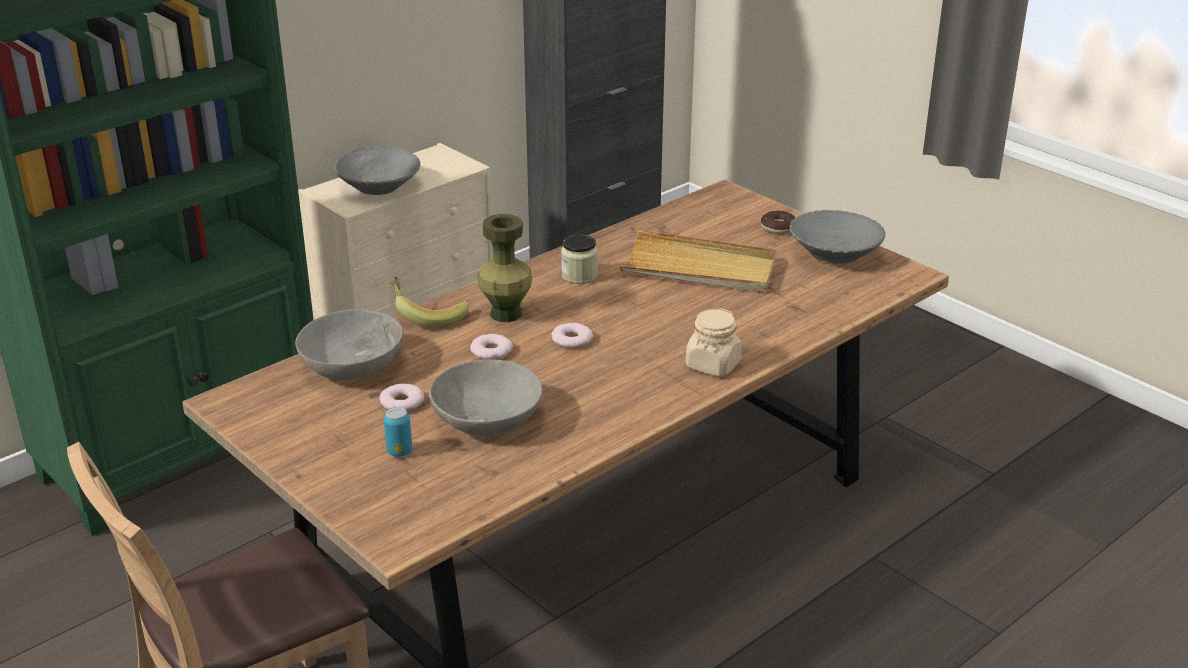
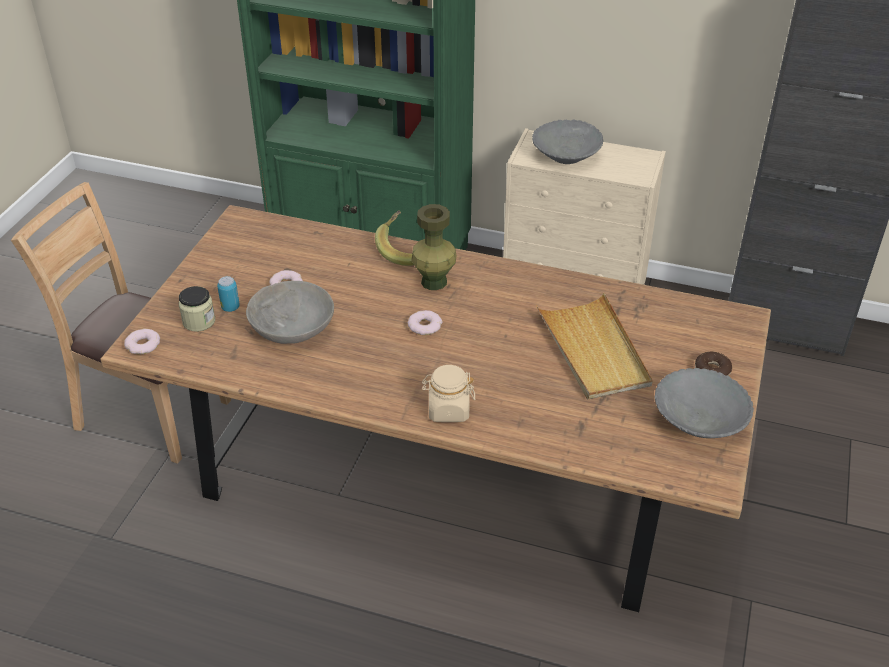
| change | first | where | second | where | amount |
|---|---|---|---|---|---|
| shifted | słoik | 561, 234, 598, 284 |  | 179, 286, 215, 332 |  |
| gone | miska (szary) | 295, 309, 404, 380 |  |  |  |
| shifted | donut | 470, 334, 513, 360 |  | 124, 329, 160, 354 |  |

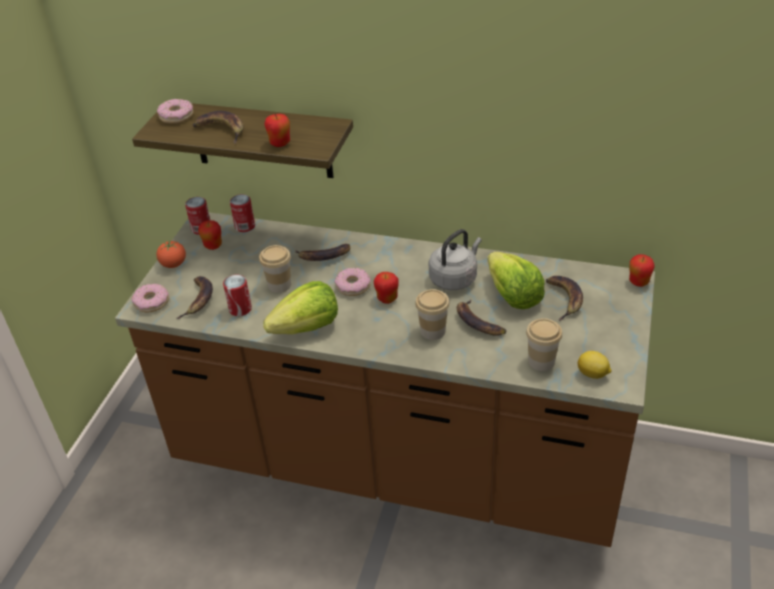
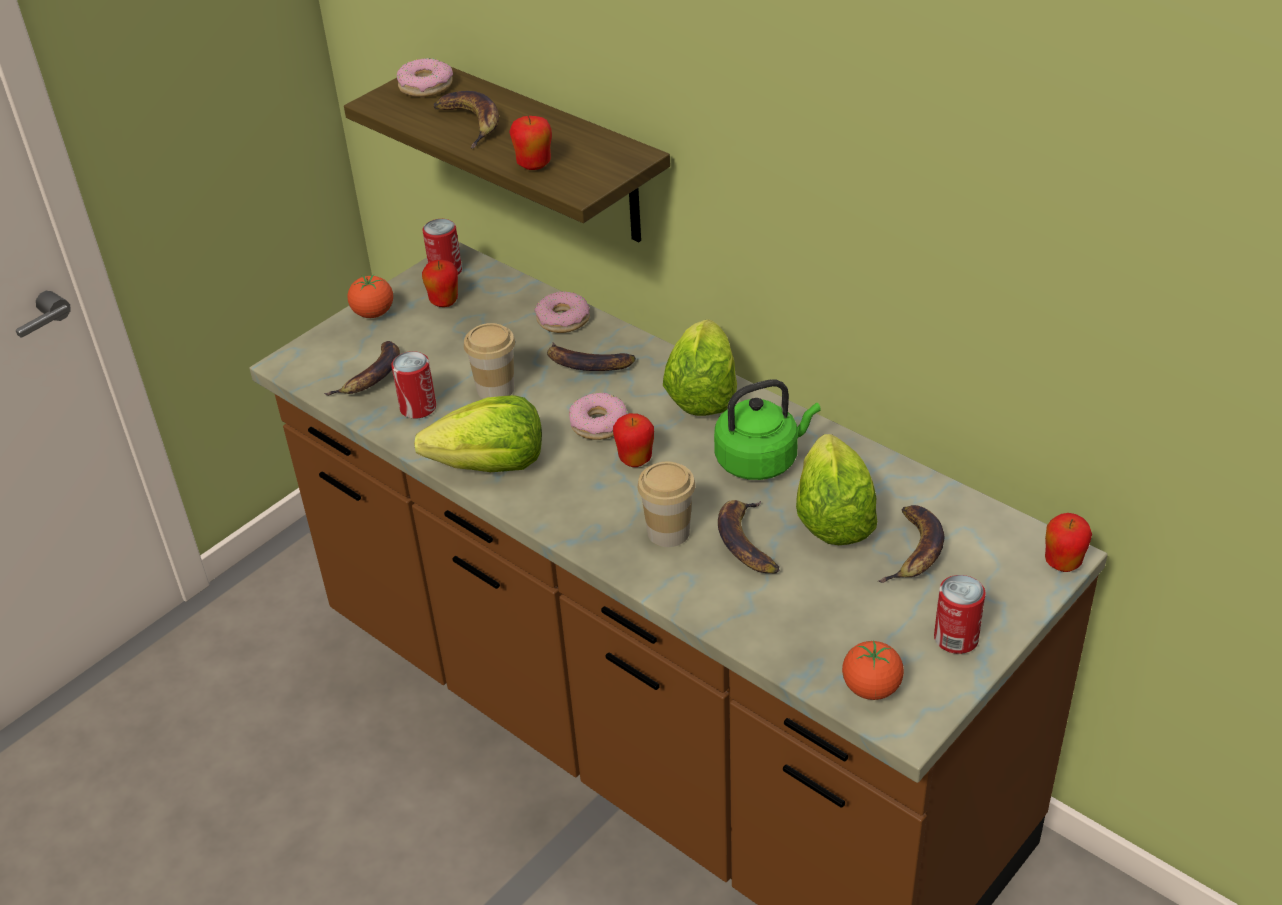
| change | first | where | second | where | amount |
|---|---|---|---|---|---|
| shifted | puszka | 230, 194, 255, 232 |  | 934, 575, 986, 654 |  |
| repainted | czajnik (szary) | 429, 229, 482, 290 | czajnik (zielony) | 714, 379, 821, 480 |  |
| shifted | donut | 132, 284, 169, 312 |  | 534, 291, 590, 333 |  |
| gone | filiżanka | 526, 318, 562, 371 |  |  |  |
| swapped | cytryna | 577, 351, 611, 379 | pomidor | 842, 641, 904, 700 |  |
| new |  |  | sałata | 663, 319, 737, 416 |  |

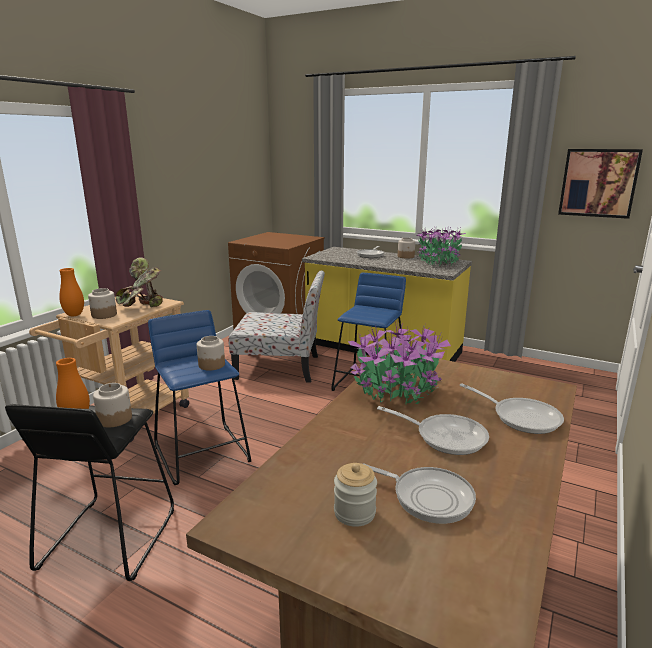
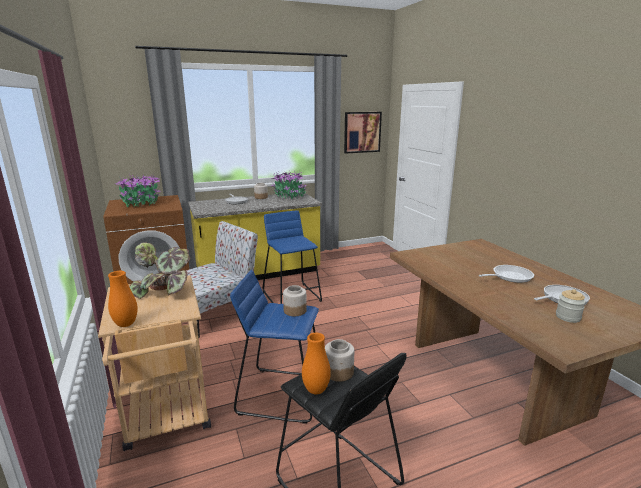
| change | first | where | second | where | amount |
|---|---|---|---|---|---|
| gone | słoik | 88, 288, 117, 319 |  |  |  |
| shifted | roślina doniczkowa | 348, 321, 451, 404 |  | 114, 174, 160, 207 |  |
| gone | patelnia | 459, 383, 564, 434 |  |  |  |

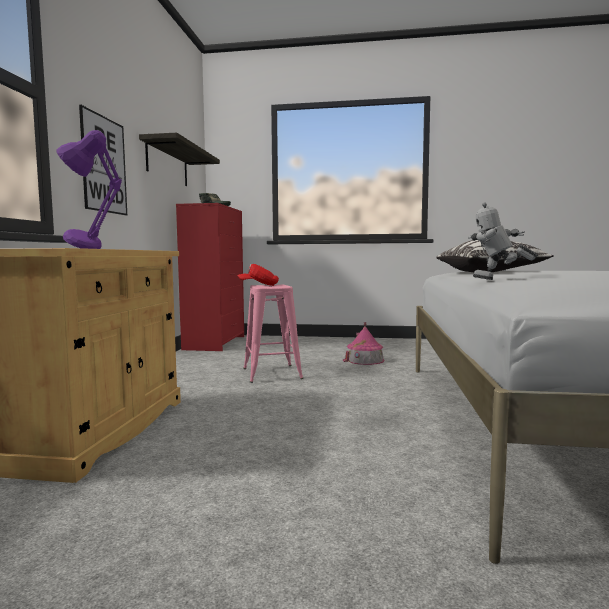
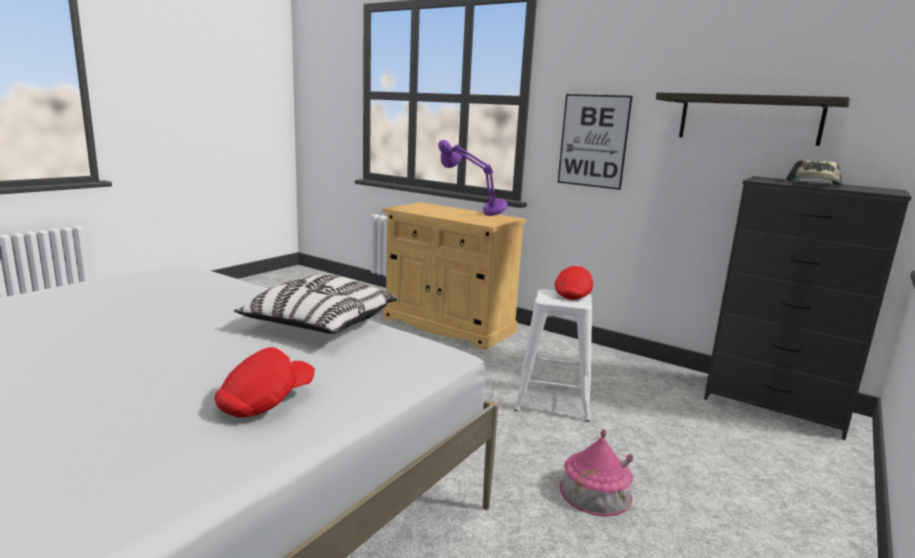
| change | first | where | second | where | amount |
|---|---|---|---|---|---|
| gone | robot zabawkowy | 468, 202, 538, 280 |  |  |  |
| repainted | komoda (czerwony) | 176, 203, 244, 351 | komoda (czarny) | 704, 176, 912, 440 |  |
| repainted | stołek (różowy) | 243, 285, 303, 383 | stołek (biały) | 515, 289, 592, 422 |  |
| new |  |  | czapka z daszkiem (czerwony) | 215, 347, 315, 418 |  |

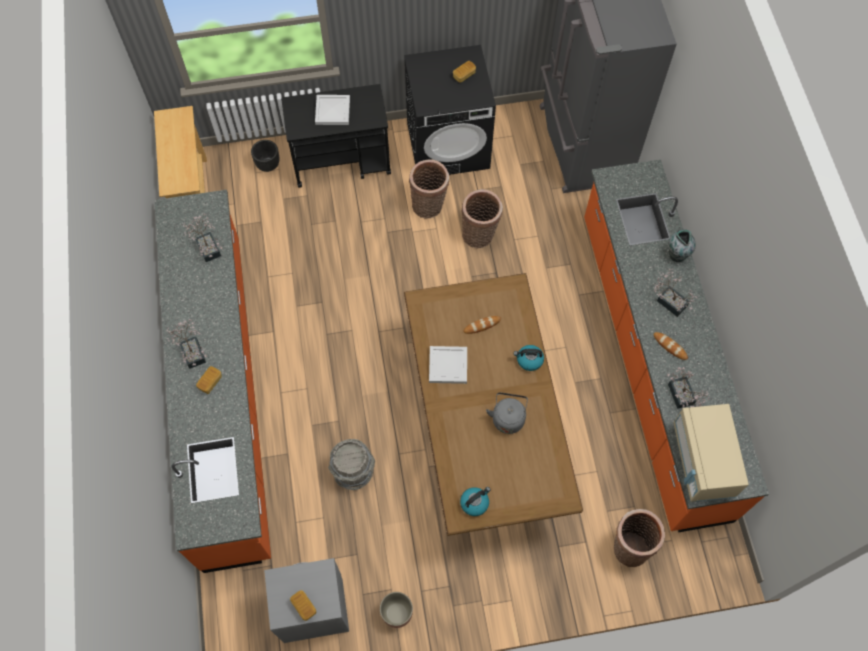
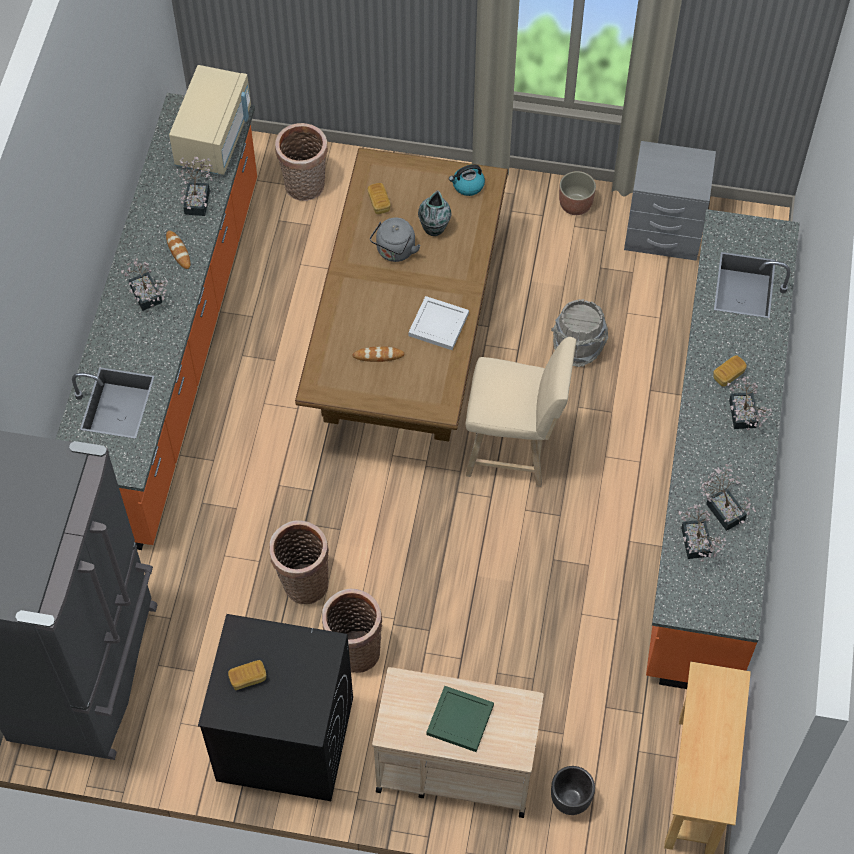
| change | first | where | second | where | amount |
|---|---|---|---|---|---|
| repainted | wózek (czarny) | 281, 84, 391, 188 | wózek (beżowy) | 372, 667, 544, 818 |  |
| repainted | taca (biały) | 315, 95, 350, 125 | taca (zielony) | 426, 686, 494, 752 |  |
| shifted | wazon | 668, 229, 696, 262 |  | 418, 190, 452, 236 |  |
| gone | czajnik | 514, 345, 544, 371 |  |  |  |
| shifted | chleb | 290, 590, 316, 621 |  | 368, 183, 391, 214 |  |
| new |  |  | stołek (beżowy) | 465, 337, 576, 487 |  |
| new |  |  | roślina doniczkowa | 701, 464, 756, 531 |  |

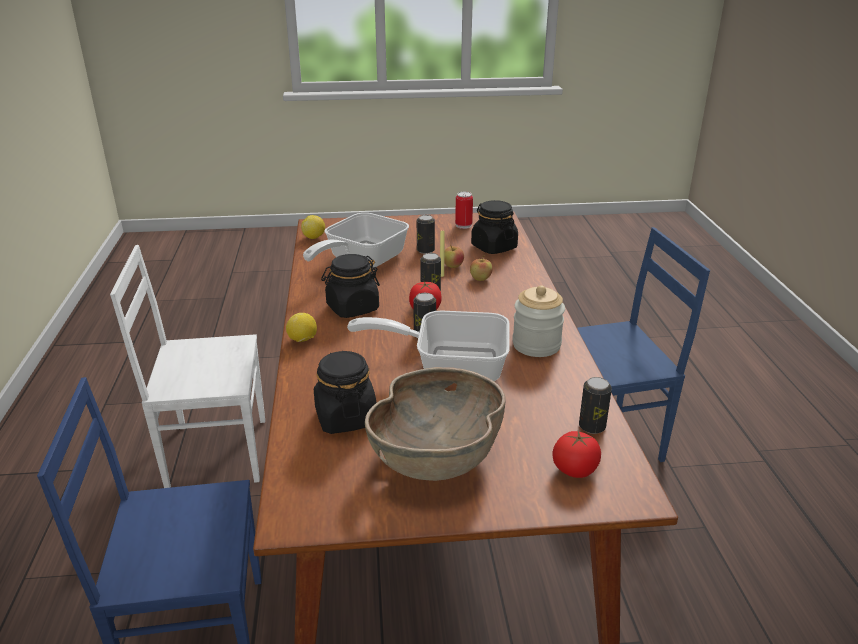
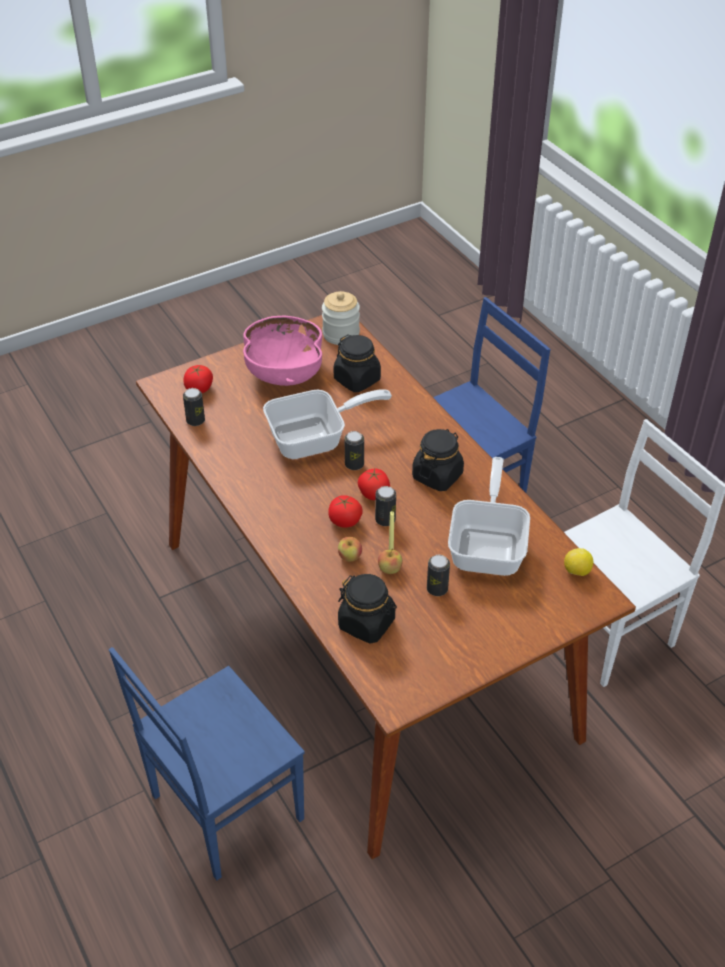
| change | first | where | second | where | amount |
|---|---|---|---|---|---|
| gone | puszka | 455, 192, 473, 229 |  |  |  |
| shifted | słoik | 512, 285, 565, 357 |  | 322, 291, 360, 345 |  |
| gone | cytryna | 286, 313, 317, 342 |  |  |  |
| repainted | miska (brązowy) | 365, 367, 506, 481 | miska (różowy) | 243, 316, 322, 386 |  |
| new |  |  | pomidor | 328, 495, 363, 528 |  |

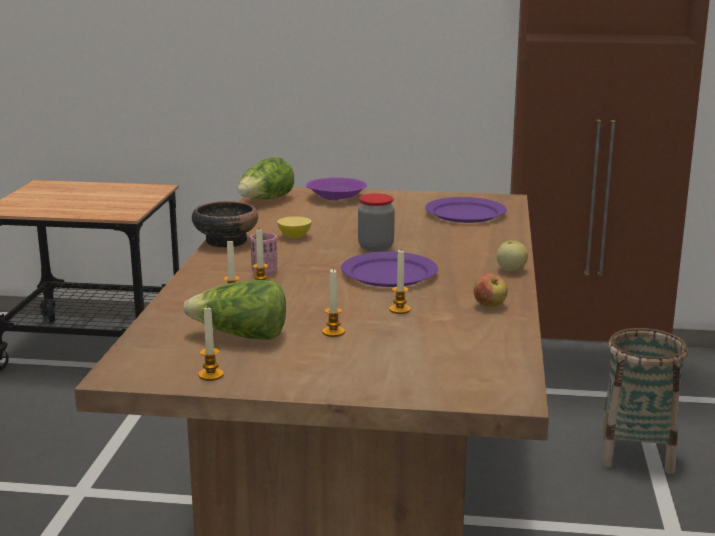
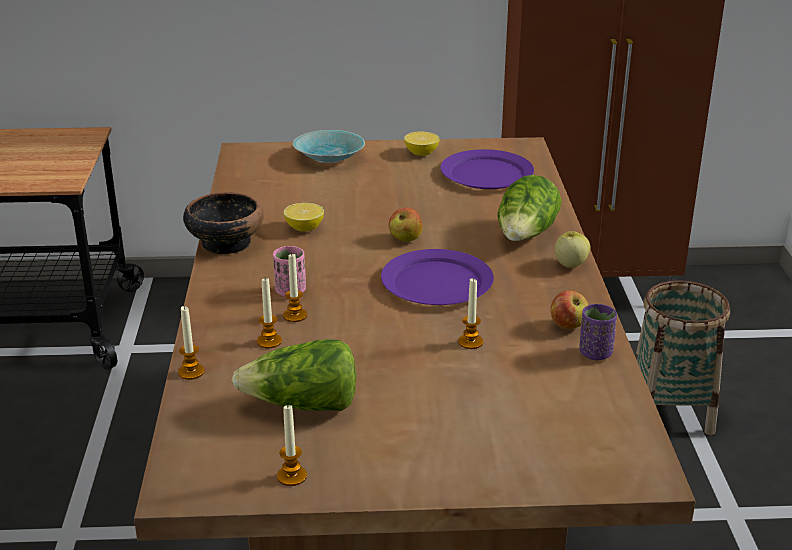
| change | first | where | second | where | amount |
|---|---|---|---|---|---|
| shifted | sałata | 238, 157, 294, 199 |  | 497, 175, 562, 241 |  |
| repainted | miska (fioletowy) | 306, 177, 367, 201 | miska (turkusowy) | 293, 130, 365, 163 |  |
| swapped | słoik | 358, 193, 395, 252 | jabłko | 389, 207, 423, 242 |  |
| shifted | świeca | 322, 269, 345, 337 |  | 178, 306, 205, 380 |  |
| new |  |  | cytryna | 404, 131, 440, 156 |  |
| new |  |  | filiżanka (fioletowy) | 579, 304, 617, 360 |  |

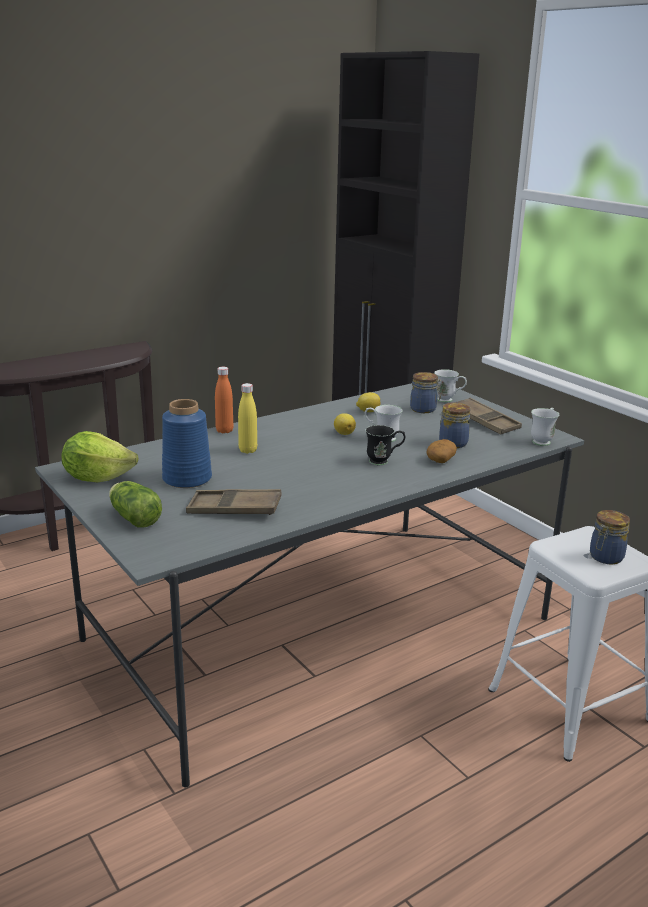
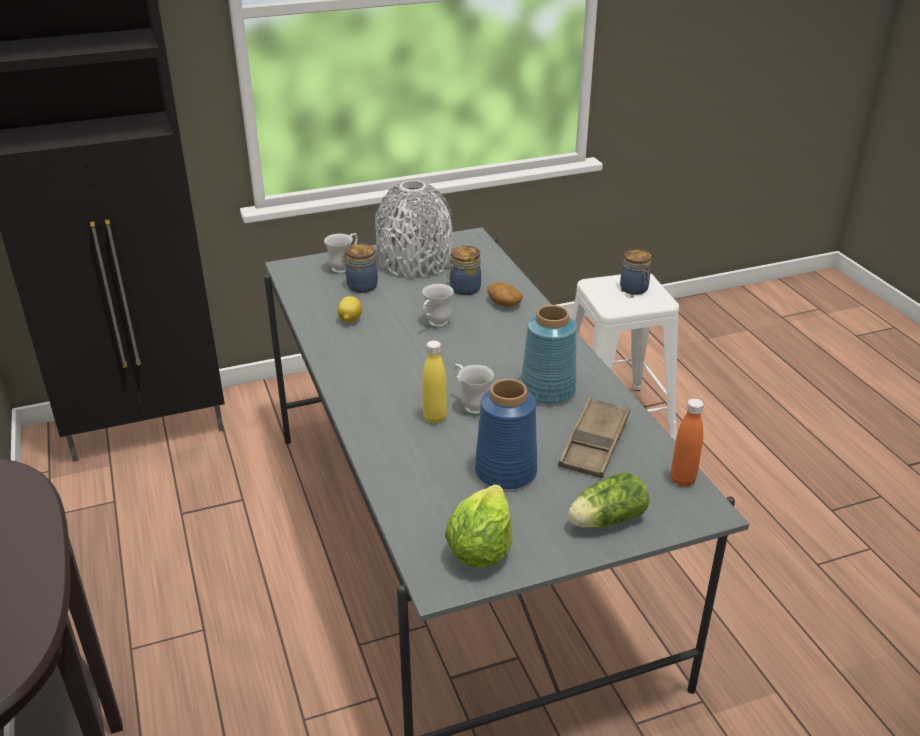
| change | first | where | second | where | amount |
|---|---|---|---|---|---|
| shifted | butelka (pomarańczowy) | 215, 367, 233, 433 |  | 671, 398, 704, 487 |  |
| swapped | taca (brązowy) | 455, 398, 522, 434 | wazon (szary) | 375, 180, 453, 278 |  |
| shifted | kubek (biały) | 531, 408, 559, 446 |  | 454, 364, 494, 415 |  |
| gone | cytryna | 334, 413, 356, 435 |  |  |  |
| gone | kubek (czarny) | 365, 425, 405, 465 |  |  |  |
| new |  |  | wazon (niebieski) | 521, 305, 577, 404 |  |

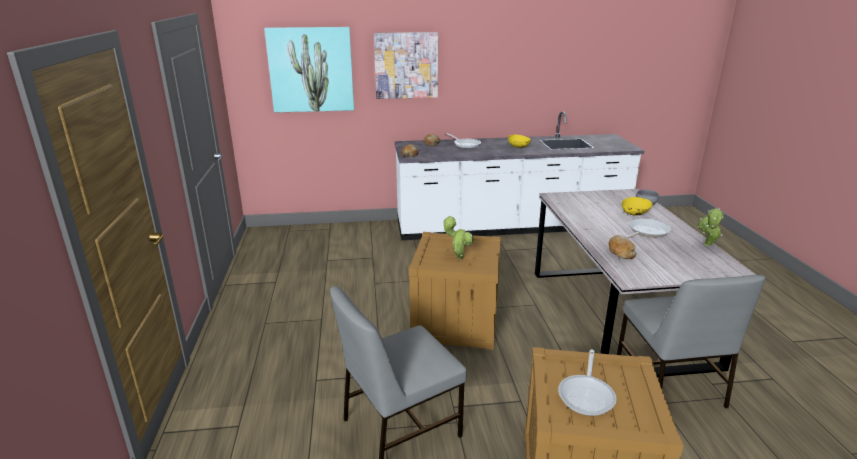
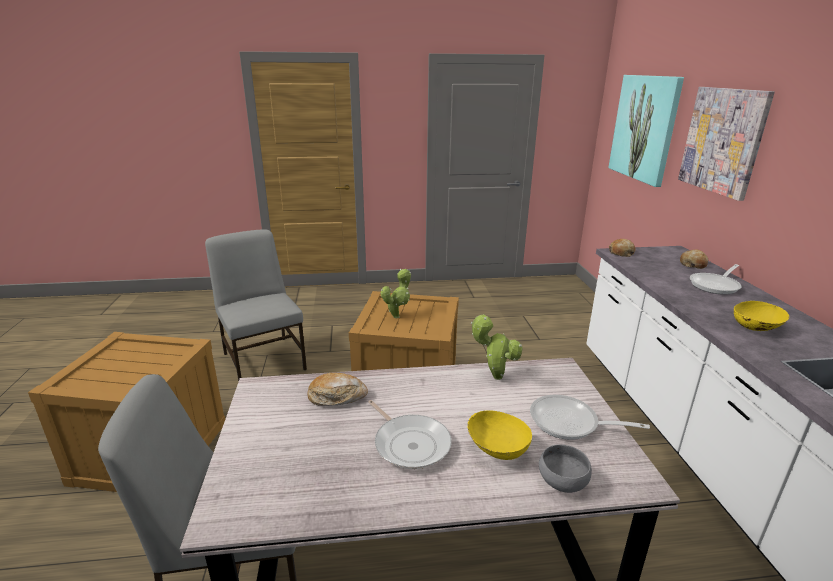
| change | first | where | second | where | amount |
|---|---|---|---|---|---|
| shifted | roślina doniczkowa | 698, 208, 724, 246 |  | 471, 314, 522, 380 |  |
| shifted | patelnia | 558, 349, 617, 416 |  | 530, 395, 650, 440 |  |

